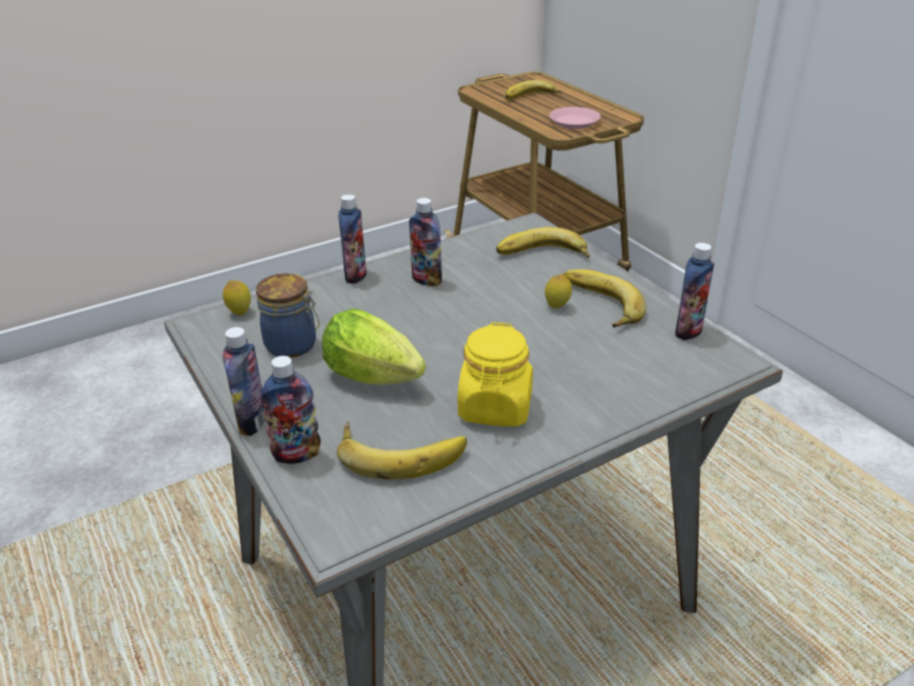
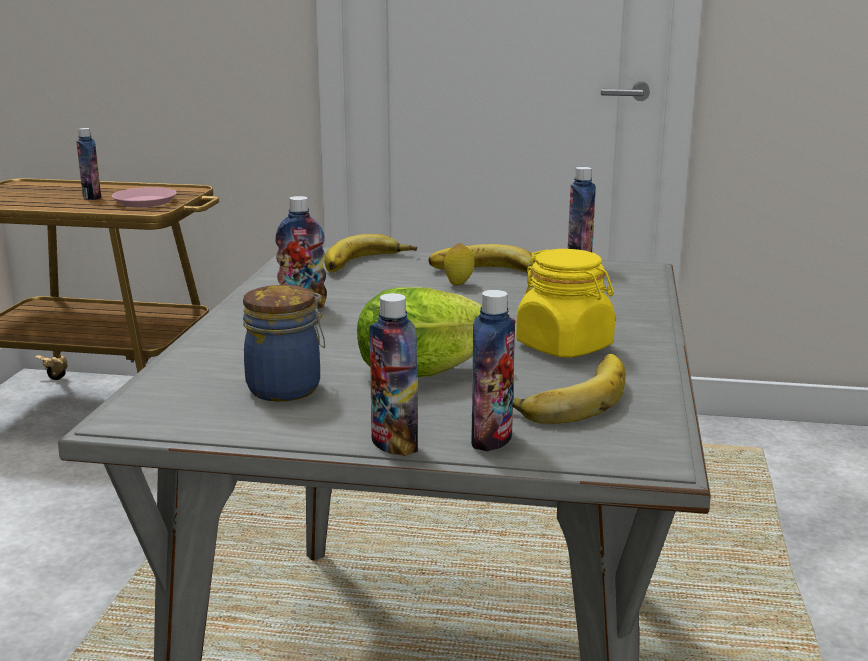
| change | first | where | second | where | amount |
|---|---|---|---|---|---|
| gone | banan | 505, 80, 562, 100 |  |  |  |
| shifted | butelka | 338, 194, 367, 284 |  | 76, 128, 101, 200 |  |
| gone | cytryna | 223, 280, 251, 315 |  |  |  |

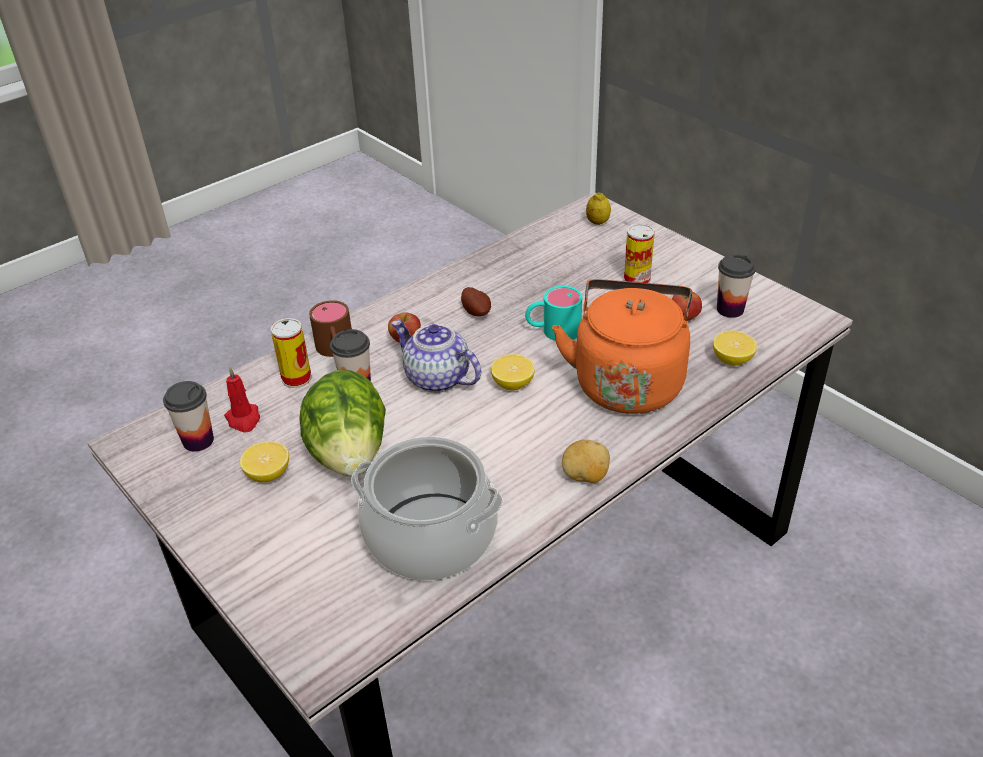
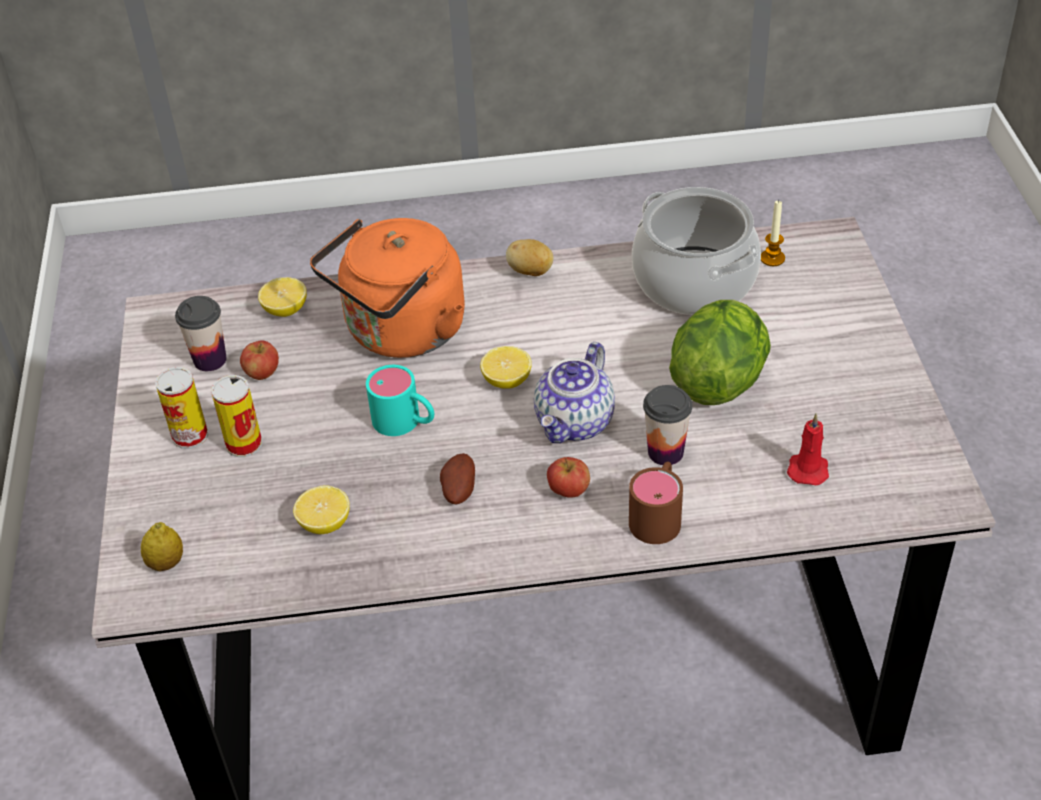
| change | first | where | second | where | amount |
|---|---|---|---|---|---|
| shifted | puszka | 271, 318, 312, 388 |  | 155, 367, 208, 449 |  |
| rotated | imbryk | 391, 320, 481, 393 |  | 534, 342, 615, 443 | 45 degrees clockwise |
| gone | filiżanka | 163, 381, 214, 452 |  |  |  |
| shifted | cytryna | 240, 441, 289, 482 |  | 293, 485, 350, 534 |  |
| new |  |  | świeca | 761, 200, 785, 266 |  |

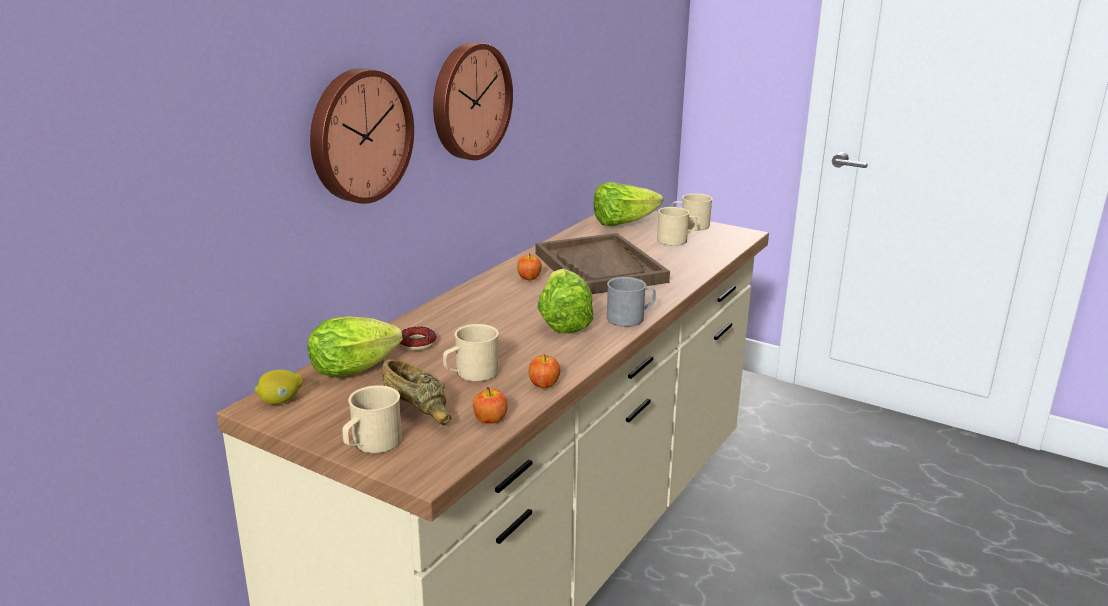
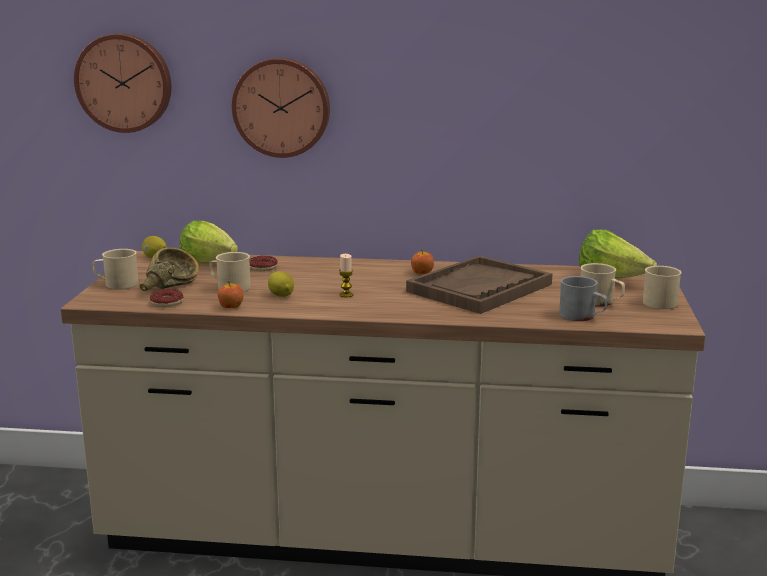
| change | first | where | second | where | amount |
|---|---|---|---|---|---|
| shifted | zegar ścienny | 433, 42, 513, 160 |  | 74, 33, 171, 133 |  |
| swapped | sałata | 537, 269, 593, 334 | świeca | 339, 254, 353, 297 |  |
| shifted | kubek (szary) | 607, 277, 656, 327 |  | 559, 276, 607, 321 |  |
| swapped | jabłko | 473, 387, 508, 424 | donut | 150, 289, 183, 307 |  |
| new |  |  | cytryna | 268, 271, 294, 297 |  |

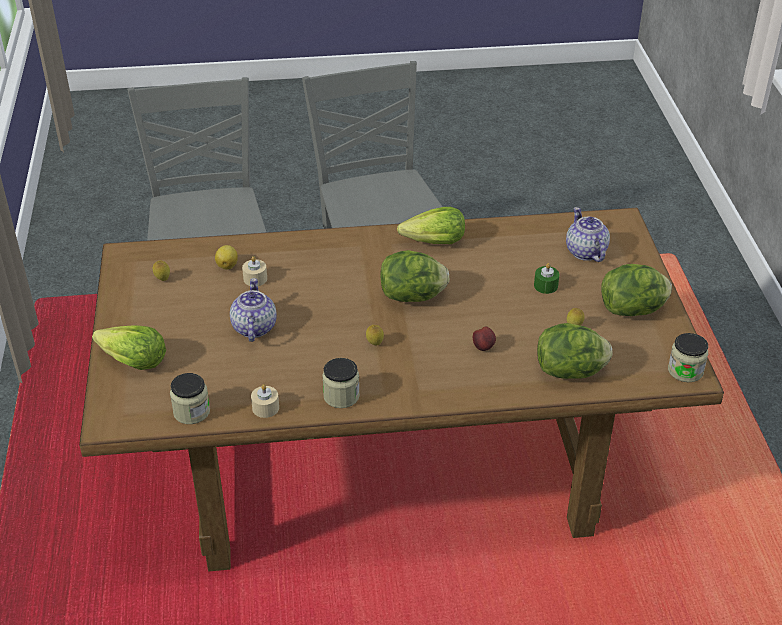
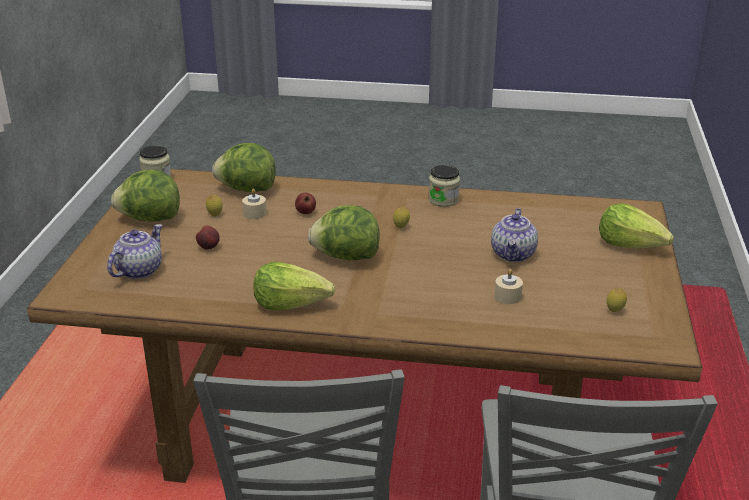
| change | first | where | second | where | amount |
|---|---|---|---|---|---|
| rotated | imbryk | 566, 207, 610, 262 |  | 107, 224, 162, 279 | 150 degrees counterclockwise |
| gone | cytryna | 215, 245, 238, 270 |  |  |  |
| swapped | świeca (zielony) | 534, 263, 559, 294 | jabłko | 196, 225, 220, 250 |  |
| gone | słoik | 170, 373, 210, 424 |  |  |  |
| shifted | świeca (beżowy) | 251, 384, 279, 418 |  | 242, 188, 267, 219 |  |

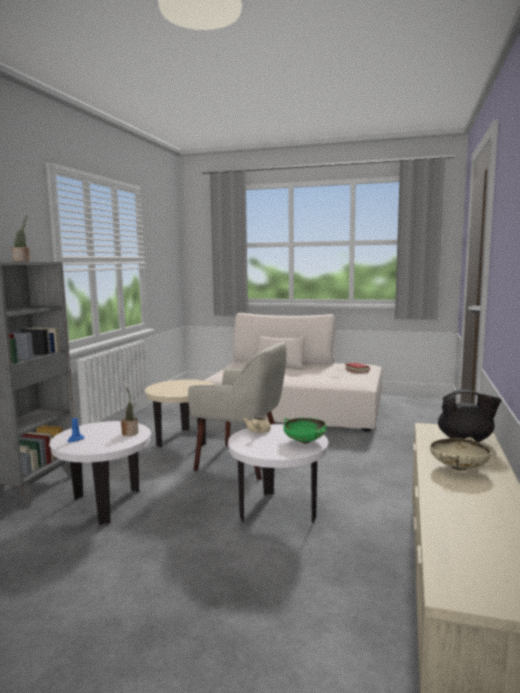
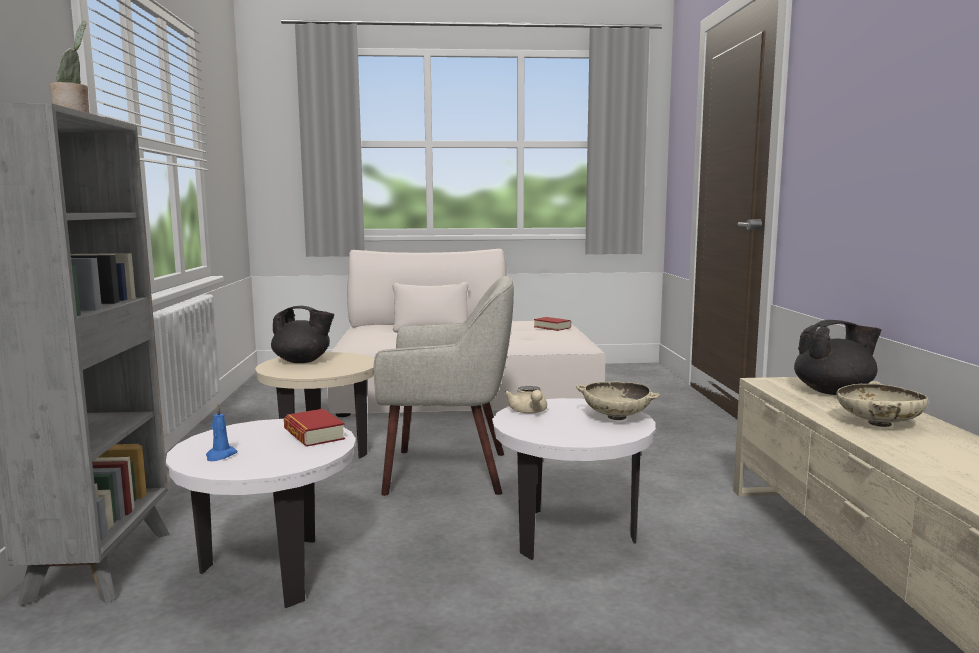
| change | first | where | second | where | amount |
|---|---|---|---|---|---|
| swapped | roślina doniczkowa | 121, 387, 139, 436 | książka | 284, 409, 345, 447 |  |
| repainted | miska (zielony) | 283, 418, 327, 444 | miska (beżowy) | 576, 382, 660, 420 |  |
| new |  |  | imbryk (czarny) | 271, 306, 334, 363 |  |

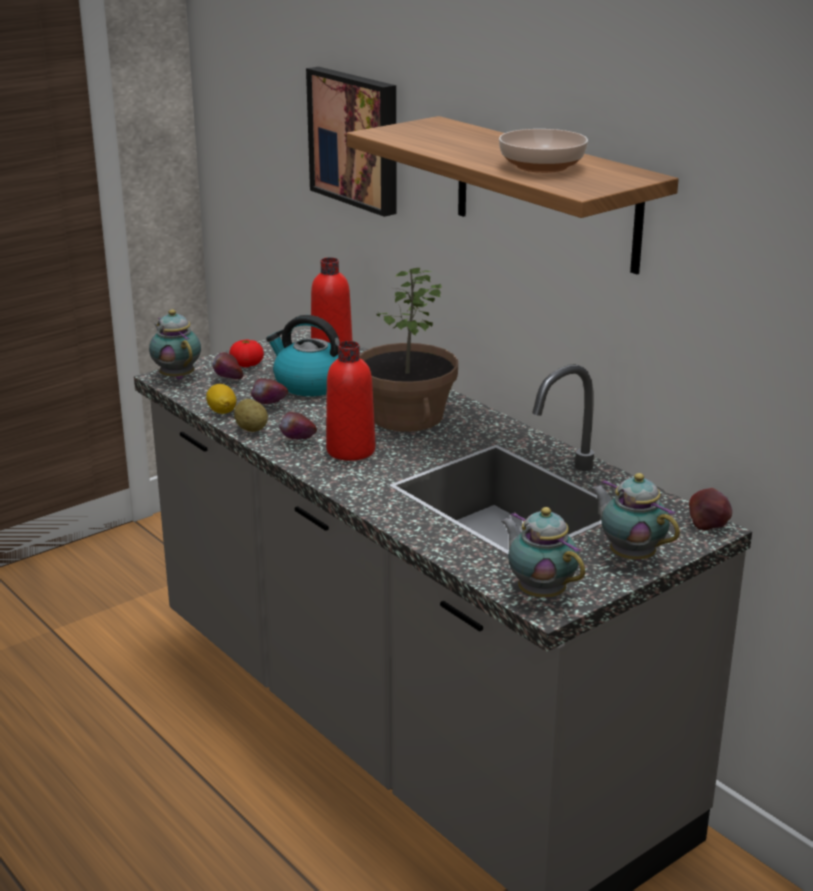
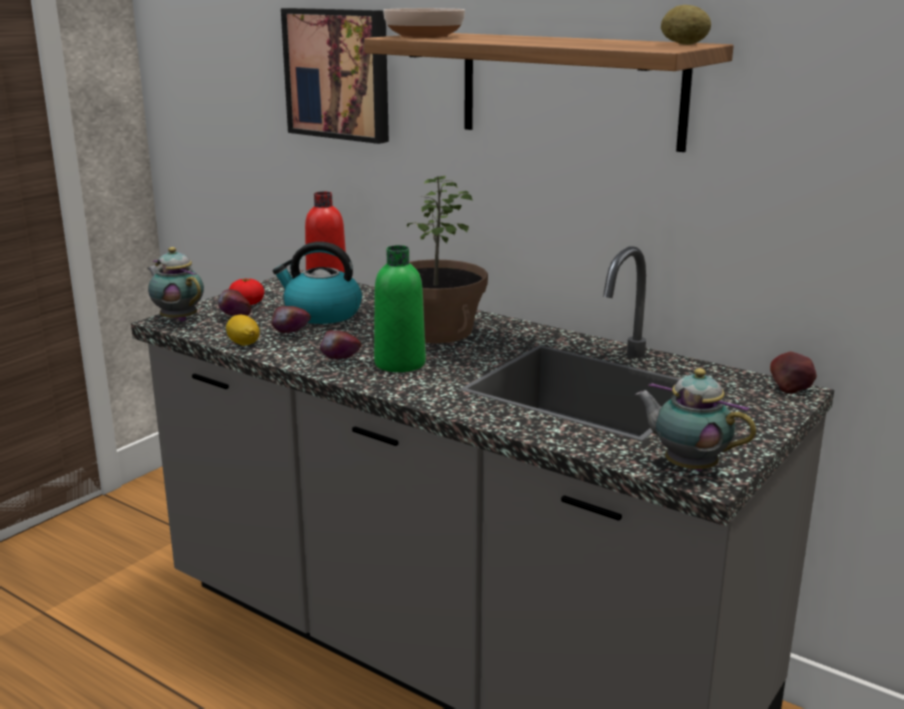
| change | first | where | second | where | amount |
|---|---|---|---|---|---|
| shifted | miska | 499, 129, 588, 173 |  | 383, 8, 465, 38 |  |
| repainted | butelka (czerwony) | 326, 341, 375, 461 | butelka (zielony) | 374, 245, 426, 372 |  |
| shifted | ziemniak | 234, 399, 268, 432 |  | 661, 5, 711, 45 |  |
| gone | imbryk | 591, 473, 680, 561 |  |  |  |

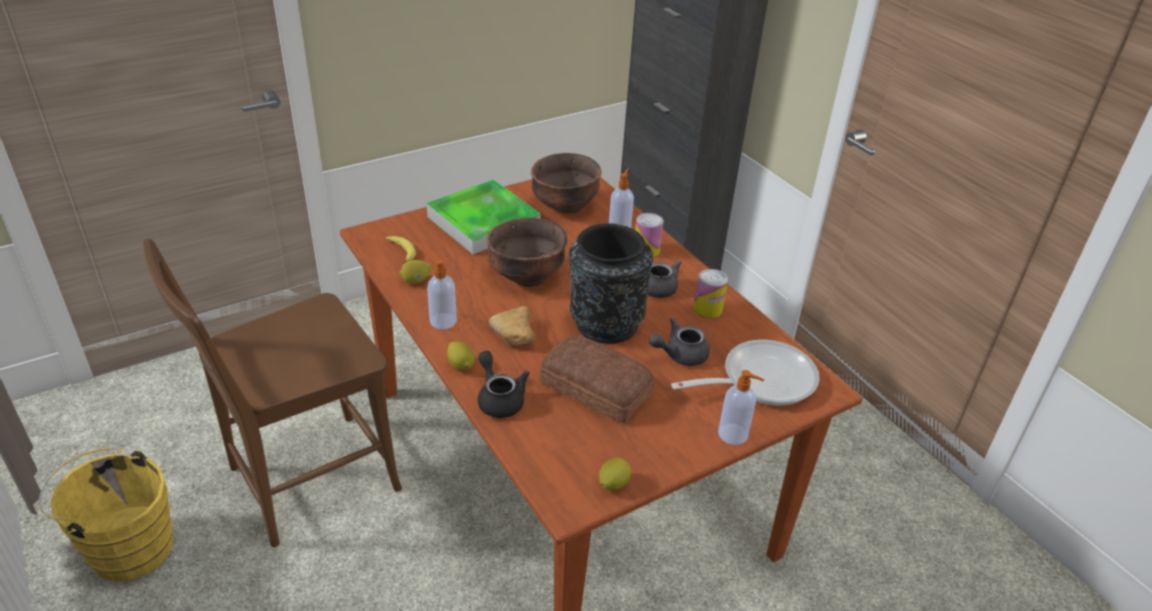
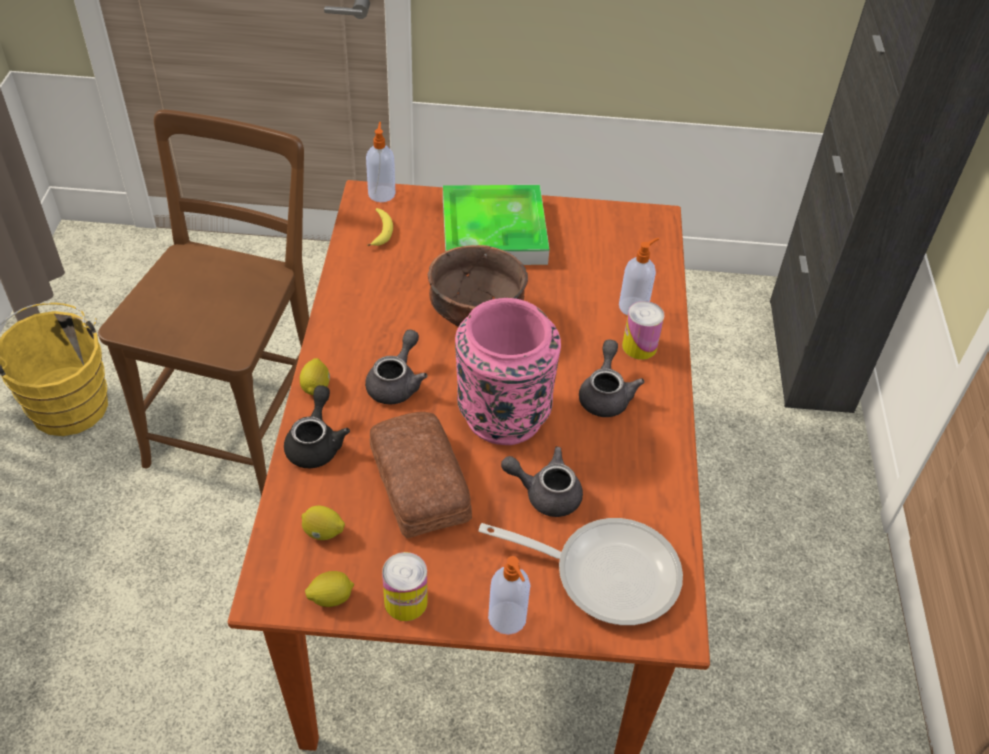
| change | first | where | second | where | amount |
|---|---|---|---|---|---|
| gone | miska (brązowy) | 531, 153, 602, 214 |  |  |  |
| repainted | wazon (czarny) | 569, 223, 653, 344 | wazon (różowy) | 455, 298, 561, 445 |  |
| rotated | krzesło (brązowy) | 143, 239, 402, 548 |  | 98, 110, 309, 496 | 105 degrees clockwise |
| shifted | dozownik mydła | 427, 254, 457, 330 |  | 366, 122, 396, 202 |  |
| shifted | cytryna | 399, 260, 431, 284 |  | 301, 505, 345, 540 |  |
| shifted | puszka | 694, 269, 728, 318 |  | 382, 552, 428, 621 |  |
| swapped | chleb | 489, 306, 535, 346 | imbryk (szary) | 365, 329, 428, 404 |  |

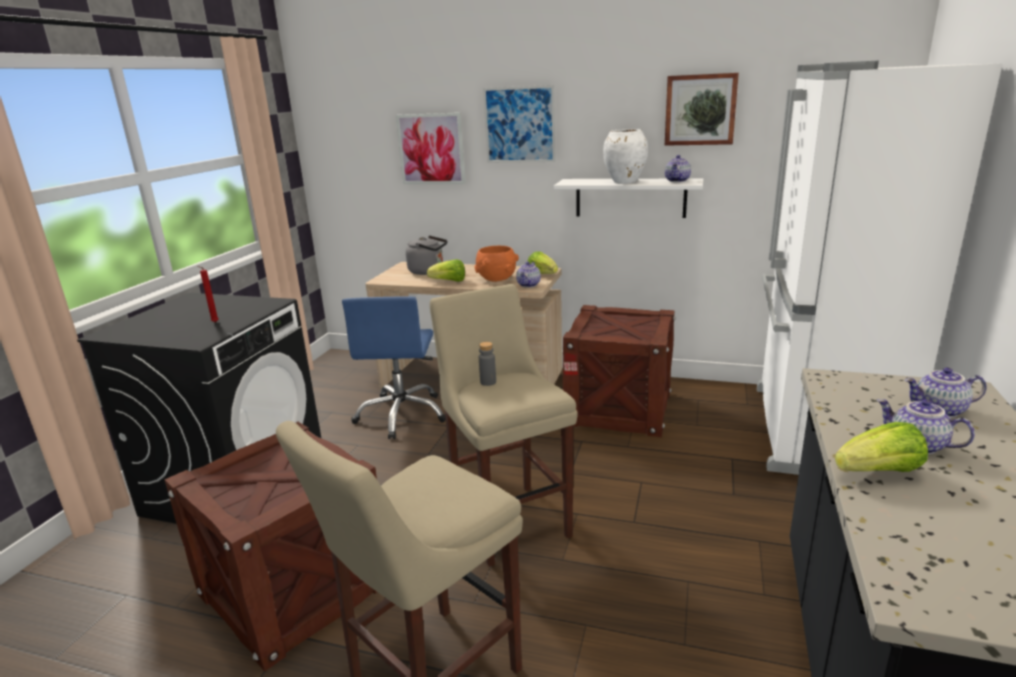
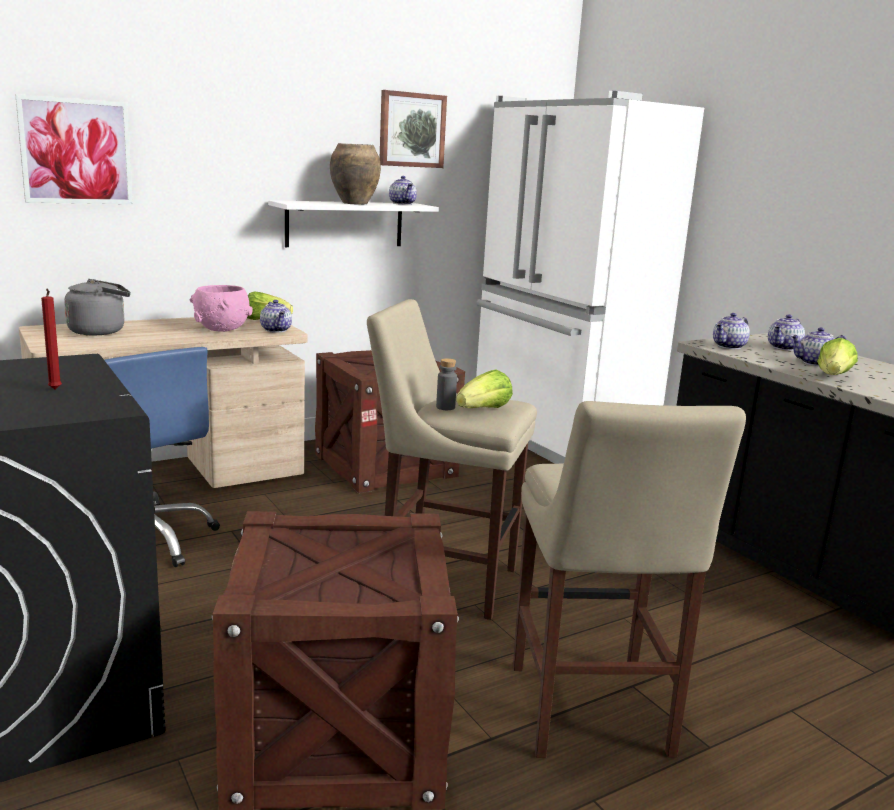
| change | first | where | second | where | amount |
|---|---|---|---|---|---|
| gone | obraz | 483, 85, 556, 163 |  |  |  |
| repainted | wazon (biały) | 603, 129, 648, 184 | wazon (brązowy) | 330, 143, 381, 205 |  |
| repainted | miska (pomarańczowy) | 475, 246, 519, 282 | miska (różowy) | 190, 285, 253, 332 |  |
| shifted | sałata | 427, 259, 465, 282 |  | 456, 369, 513, 408 |  |
| new |  |  | imbryk | 713, 313, 750, 349 |  |

